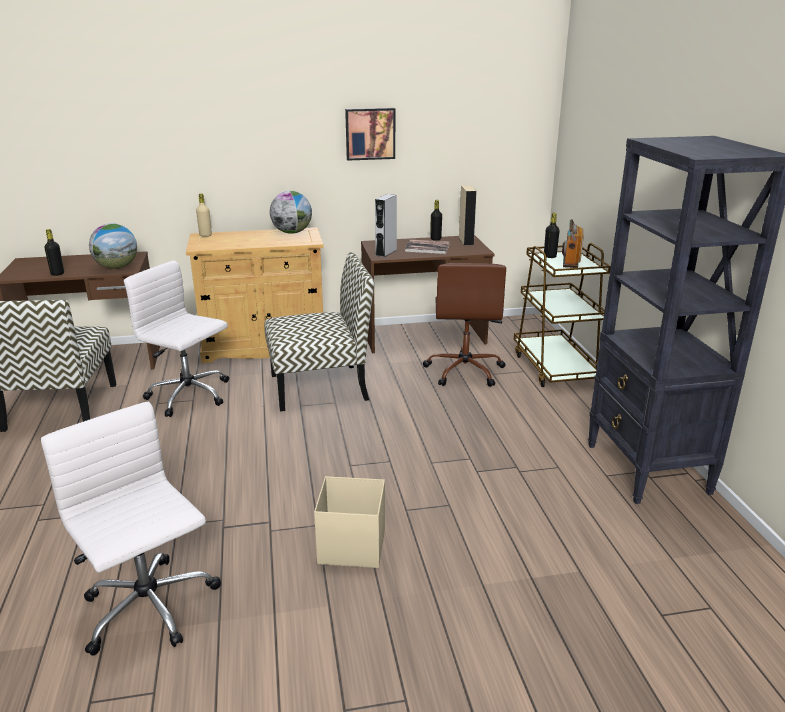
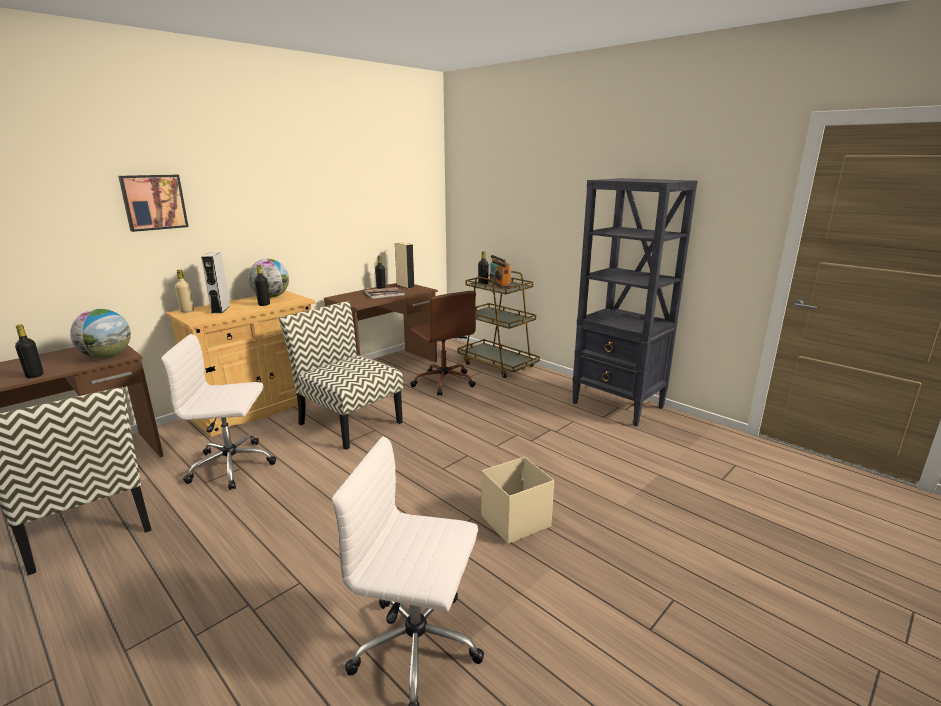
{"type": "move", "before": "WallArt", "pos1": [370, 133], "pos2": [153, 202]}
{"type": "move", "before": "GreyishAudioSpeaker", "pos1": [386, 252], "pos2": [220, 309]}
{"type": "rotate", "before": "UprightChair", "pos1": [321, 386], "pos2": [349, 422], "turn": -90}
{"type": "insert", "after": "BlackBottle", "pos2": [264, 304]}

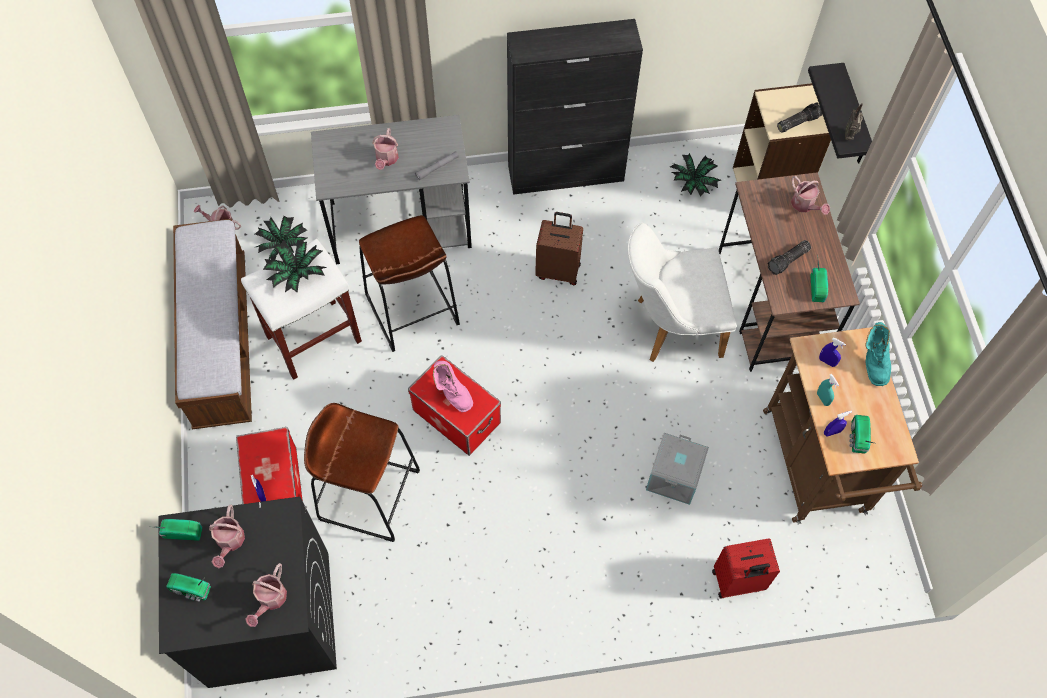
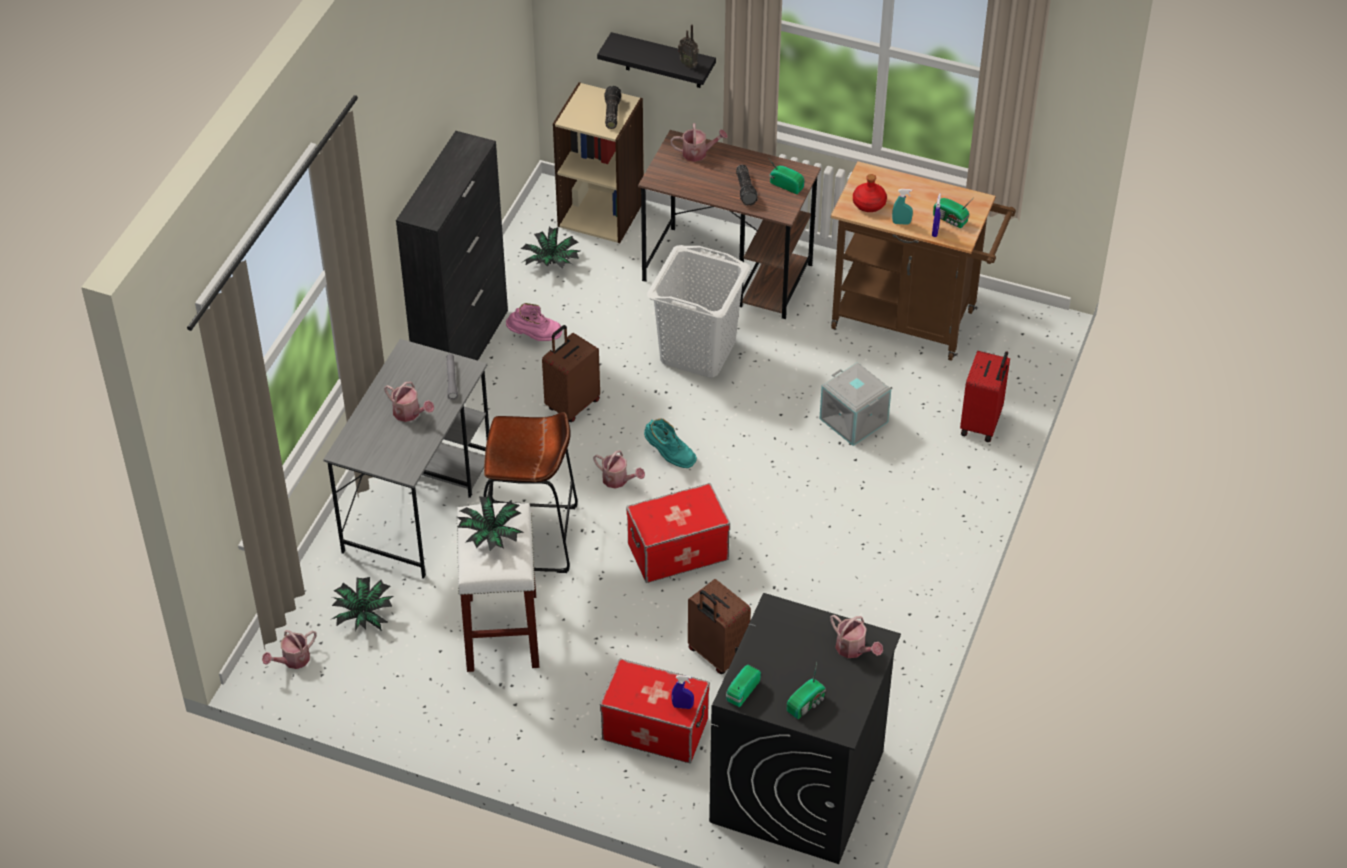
{"type": "delete", "before": "Bench", "pos1": [221, 340]}
{"type": "replace", "before": "WhiteUprightChair", "after": "WhiteWashingBasket", "pos1": [669, 326], "pos2": [697, 352]}
{"type": "move", "before": "TurquoiseHighTopBoot", "pos1": [873, 360], "pos2": [668, 455]}
{"type": "replace", "before": "BlueColouredHandSprayer", "after": "RedBottle", "pos1": [827, 361], "pos2": [869, 204]}
{"type": "move", "before": "PinkColouredHighTopBoot", "pos1": [452, 392], "pos2": [534, 336]}
{"type": "replace", "before": "BrownColouredStool", "after": "BrownColouredSuitcase", "pos1": [369, 494], "pos2": [716, 655]}
{"type": "move", "before": "WateringPot", "pos1": [230, 542], "pos2": [618, 480]}

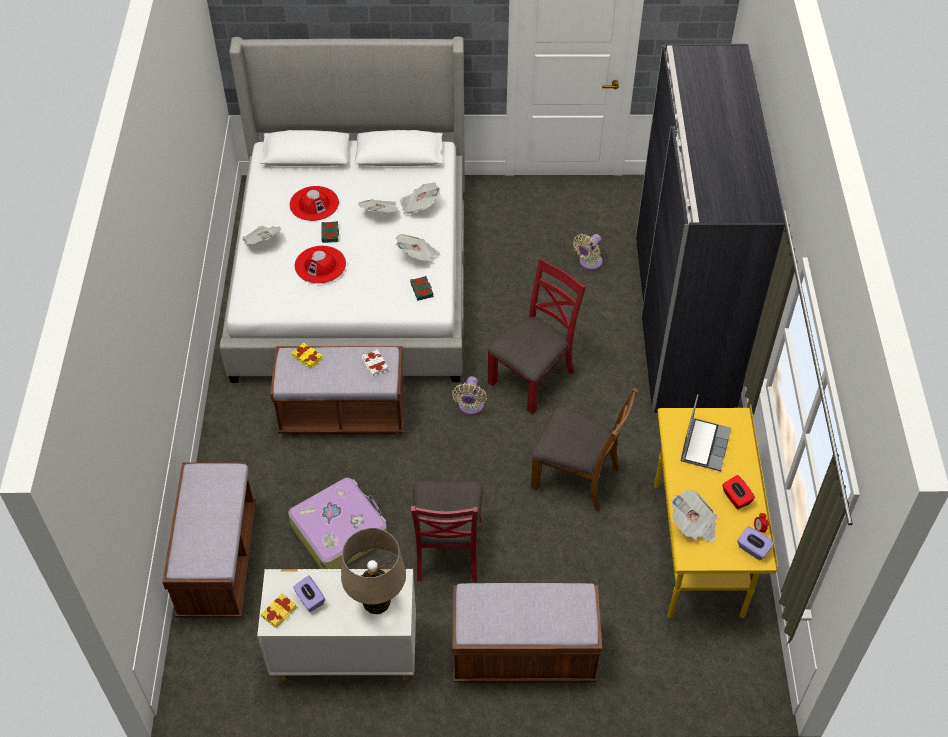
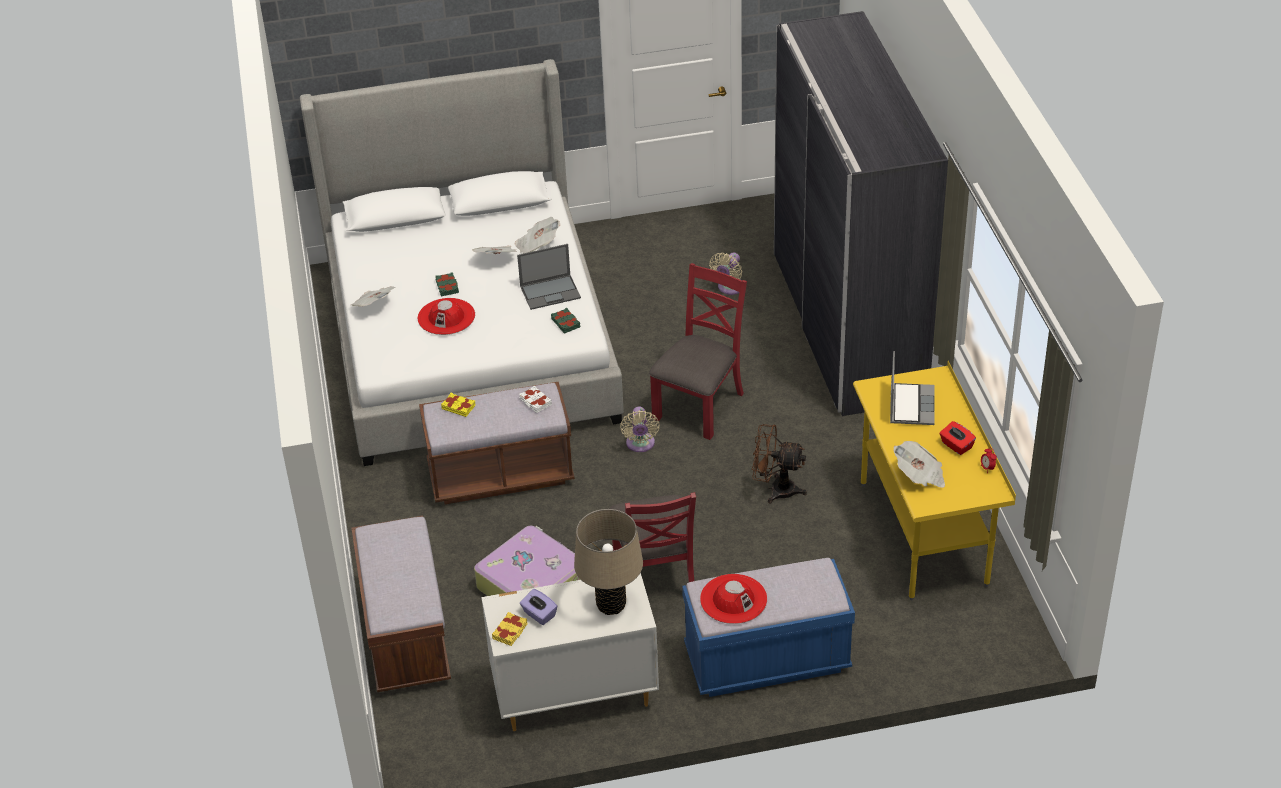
{"type": "move", "before": "RedClothingHat", "pos1": [314, 203], "pos2": [733, 599]}
{"type": "replace", "before": "DailyPaper", "after": "NotebookComputer", "pos1": [418, 255], "pos2": [551, 292]}
{"type": "replace", "before": "BrownColouredUprightChair", "after": "BrownColouredFan", "pos1": [577, 477], "pos2": [776, 489]}
{"type": "delete", "before": "PurpleTissueBox", "pos1": [753, 549]}
{"type": "recolor", "before": "BrownColouredBench", "after": "BlueColouredBench", "pos1": [523, 655], "pos2": [767, 660]}

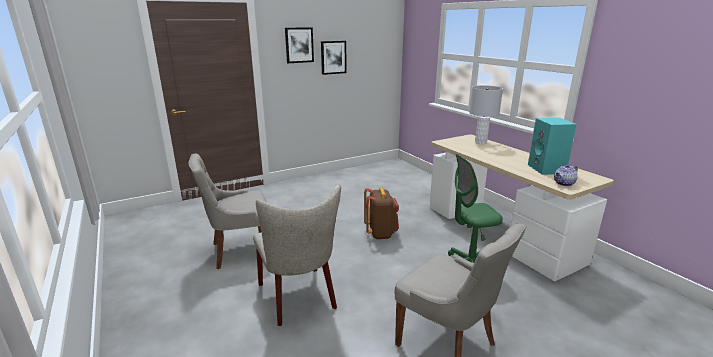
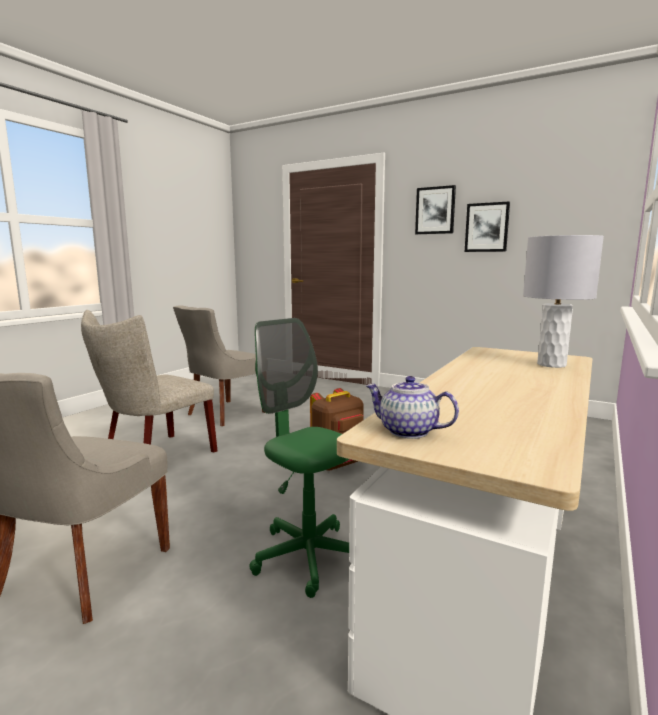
{"type": "delete", "before": "TurquoiseAudioSpeaker", "pos1": [547, 169]}
{"type": "rotate", "before": "GreyishUprightChair", "pos1": [239, 251], "pos2": [224, 413], "turn": -90}

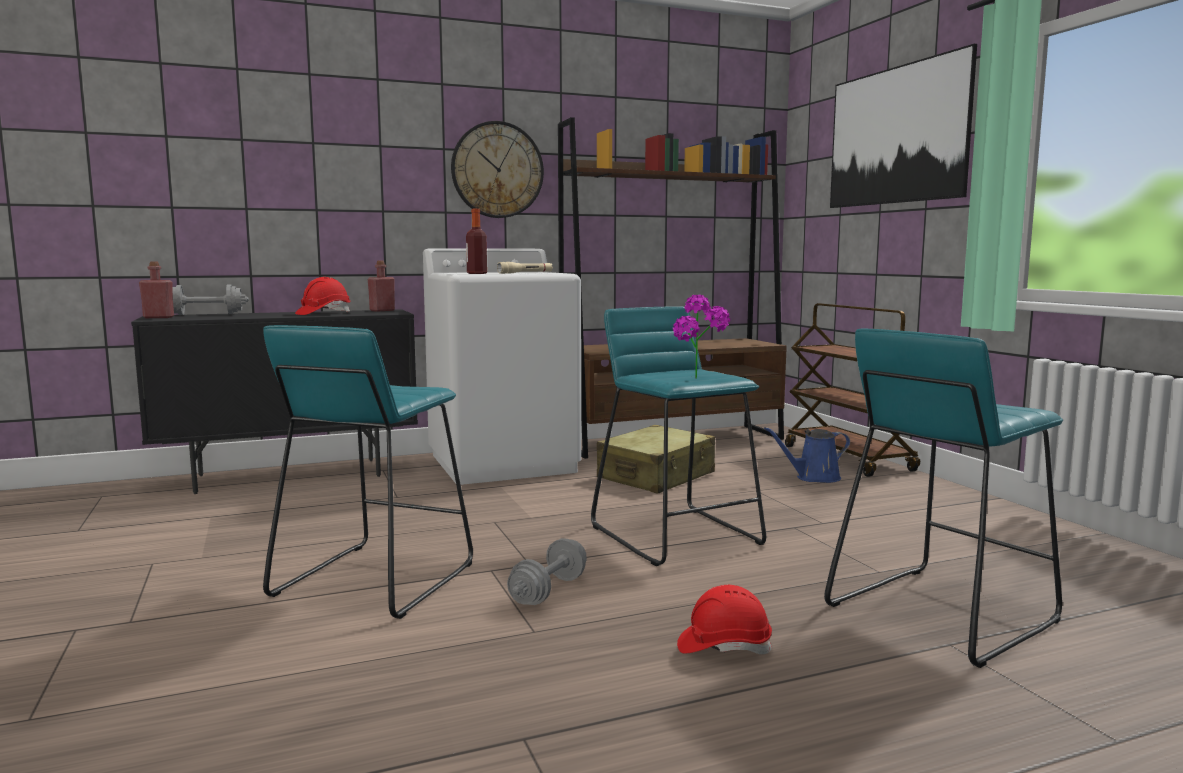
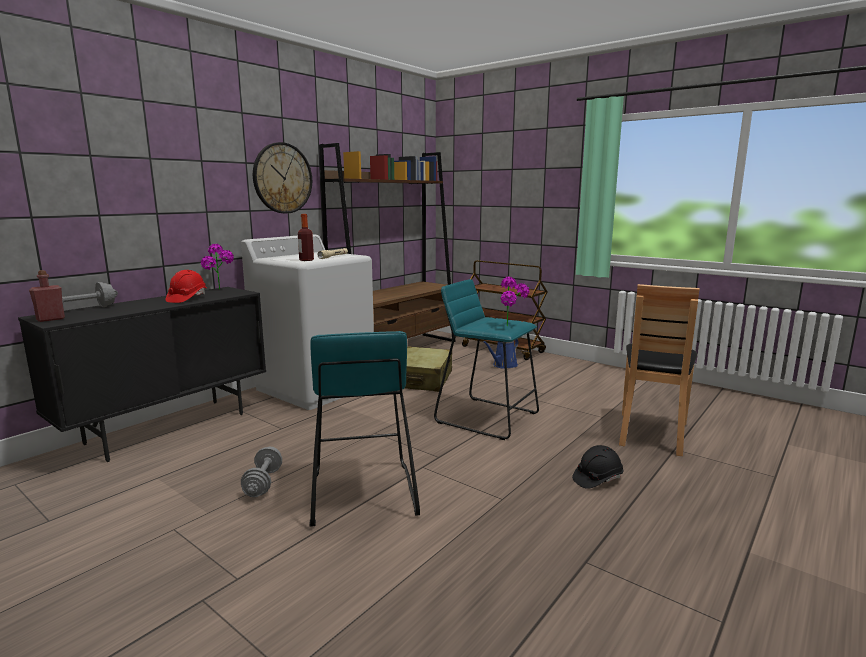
{"type": "delete", "before": "WallArt", "pos1": [896, 135]}
{"type": "replace", "before": "RedBottle", "after": "PlantInAPot", "pos1": [382, 310], "pos2": [221, 290]}
{"type": "replace", "before": "TurquoiseStool", "after": "BrownColouredUprightChair", "pos1": [940, 612], "pos2": [651, 433]}
{"type": "move", "before": "GreyishDumbbell", "pos1": [548, 591], "pos2": [263, 483]}
{"type": "recolor", "before": "RedSafetyHelmet", "after": "BlackSafetyHelmet", "pos1": [723, 647], "pos2": [597, 479]}

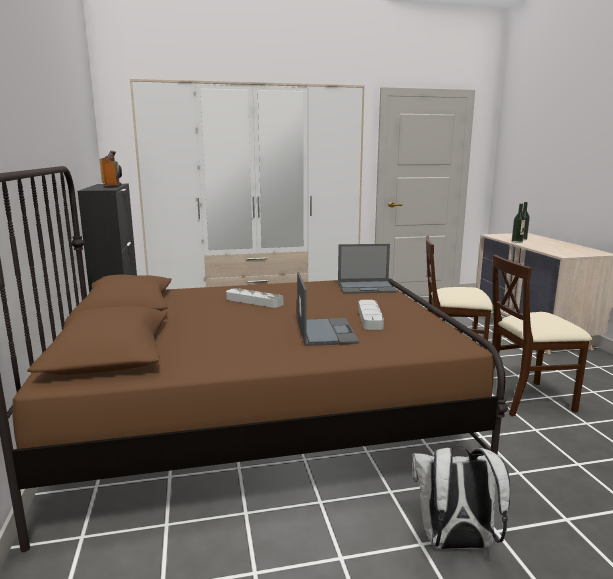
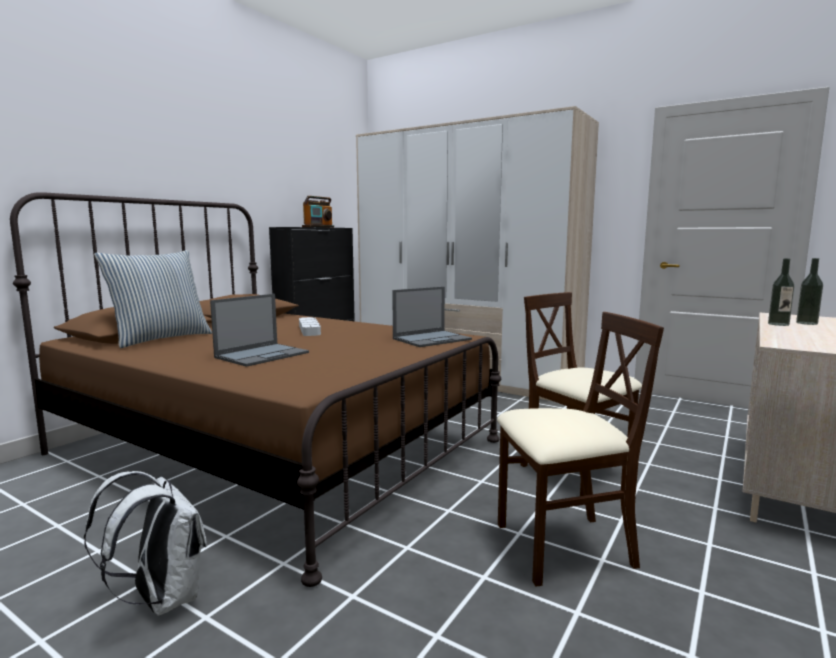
{"type": "rotate", "before": "NotebookComputer", "pos1": [367, 287], "pos2": [432, 339], "turn": -75}
{"type": "rotate", "before": "BeigeUprightChair", "pos1": [527, 399], "pos2": [563, 547], "turn": 135}
{"type": "delete", "before": "GreyishTray", "pos1": [370, 318]}
{"type": "insert", "after": "Cushion", "pos2": [160, 339]}

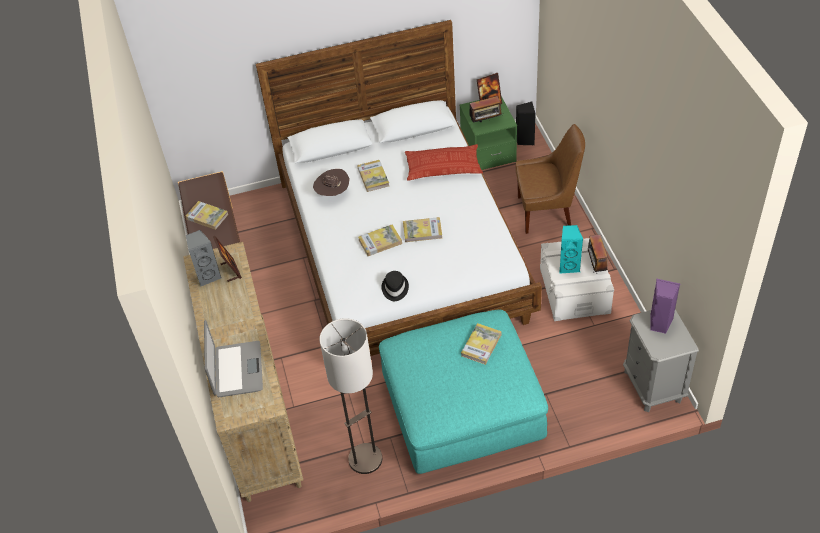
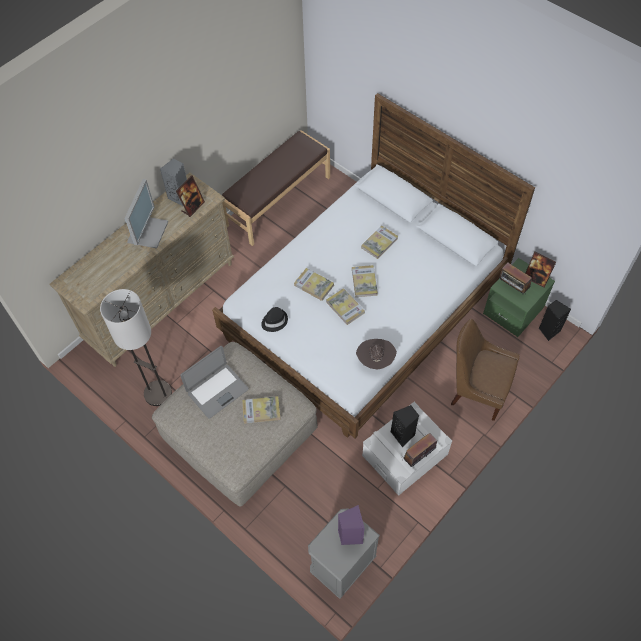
{"type": "rotate", "before": "BrownColouredUprightChair", "pos1": [547, 212], "pos2": [476, 390], "turn": 150}
{"type": "delete", "before": "Cushion", "pos1": [443, 167]}
{"type": "move", "before": "BrownColouredClothingHat", "pos1": [332, 193], "pos2": [375, 360]}
{"type": "move", "before": "Book", "pos1": [207, 216], "pos2": [364, 282]}
{"type": "recolor", "before": "TurquoiseAudioSpeaker", "after": "BlackAudioSpeaker", "pos1": [569, 266], "pos2": [403, 435]}
{"type": "recolor", "before": "TurquoiseFootrest", "after": "BeigeFootrest", "pos1": [462, 406], "pos2": [239, 432]}
{"type": "move", "before": "NotebookComputer", "pos1": [237, 370], "pos2": [217, 390]}
{"type": "insert", "after": "ComputerDisplay", "pos2": [147, 231]}

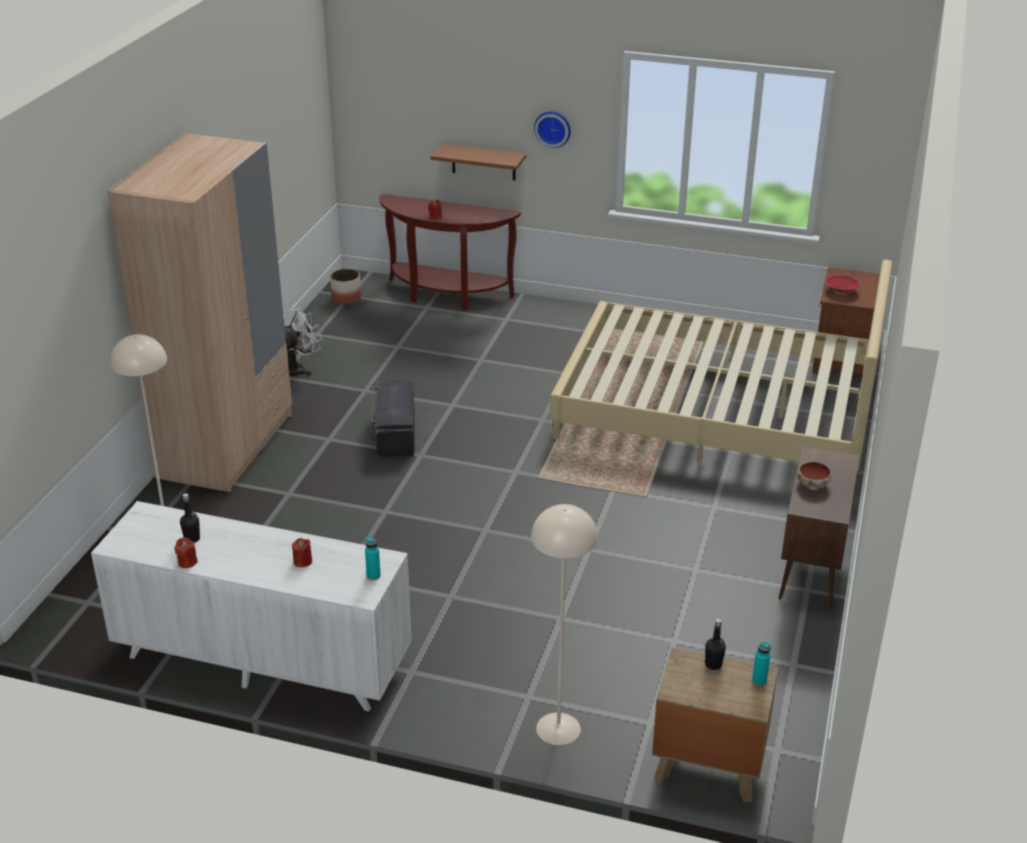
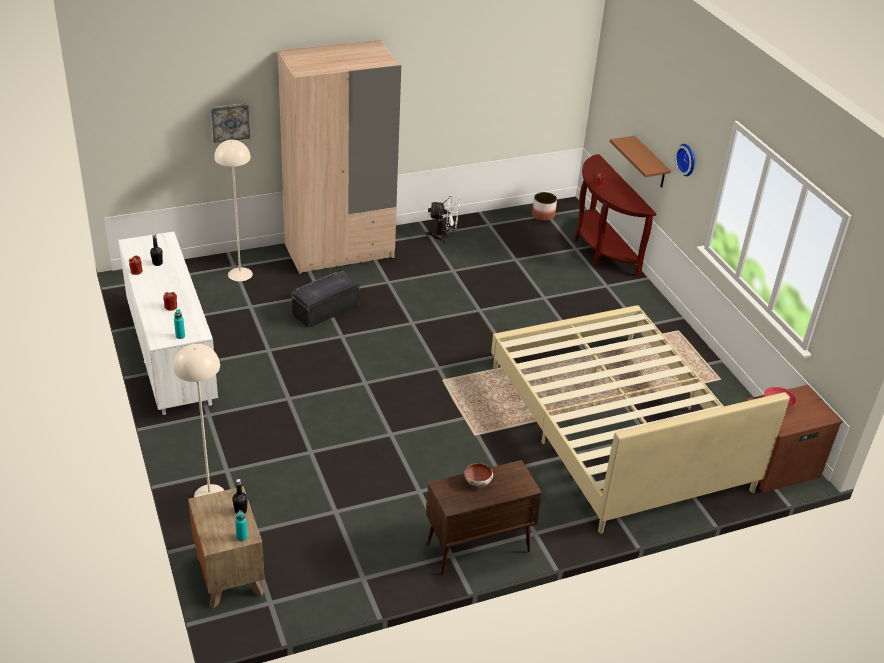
{"type": "move", "before": "BlackStorageBox", "pos1": [395, 433], "pos2": [325, 309]}
{"type": "insert", "after": "WallArt", "pos2": [229, 122]}

